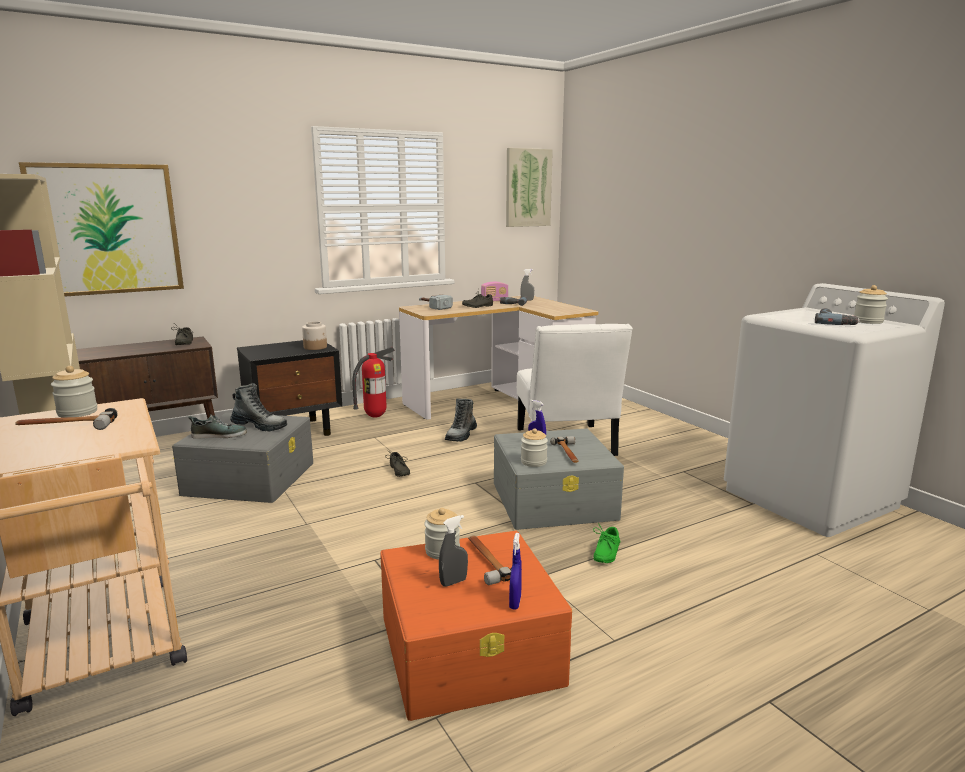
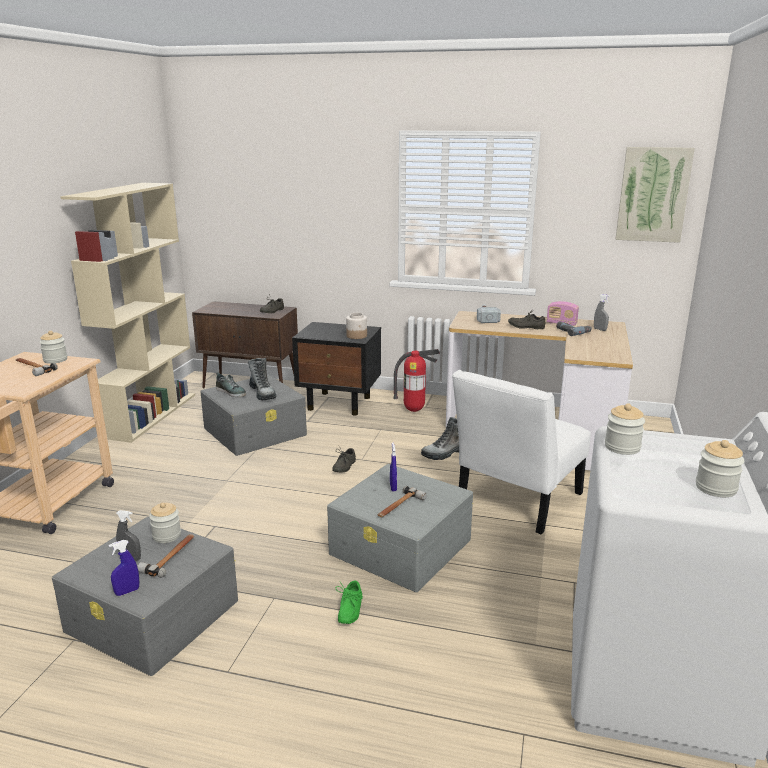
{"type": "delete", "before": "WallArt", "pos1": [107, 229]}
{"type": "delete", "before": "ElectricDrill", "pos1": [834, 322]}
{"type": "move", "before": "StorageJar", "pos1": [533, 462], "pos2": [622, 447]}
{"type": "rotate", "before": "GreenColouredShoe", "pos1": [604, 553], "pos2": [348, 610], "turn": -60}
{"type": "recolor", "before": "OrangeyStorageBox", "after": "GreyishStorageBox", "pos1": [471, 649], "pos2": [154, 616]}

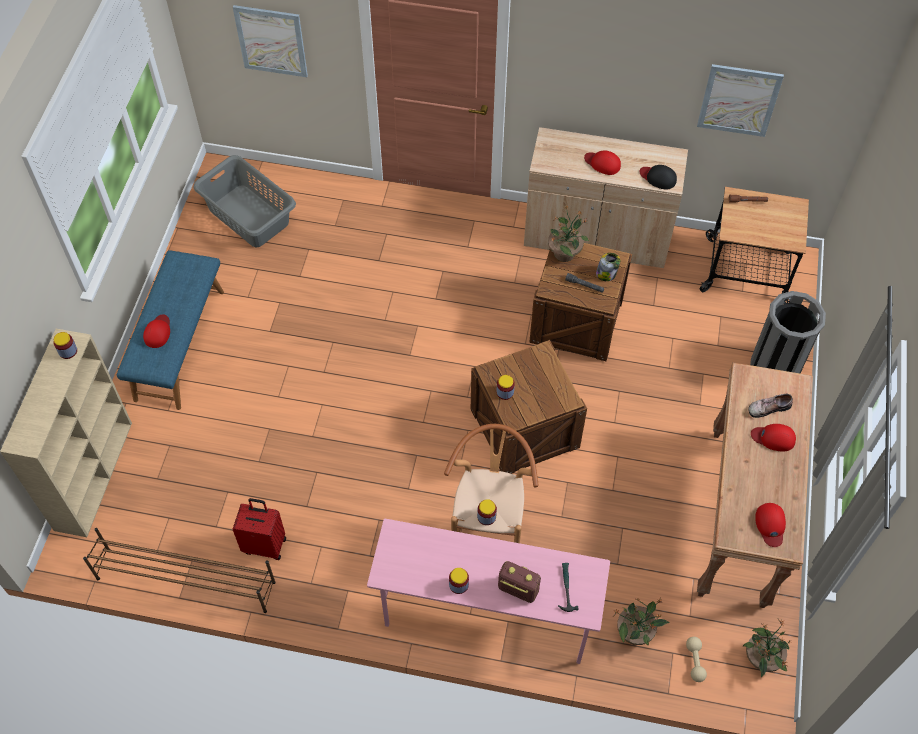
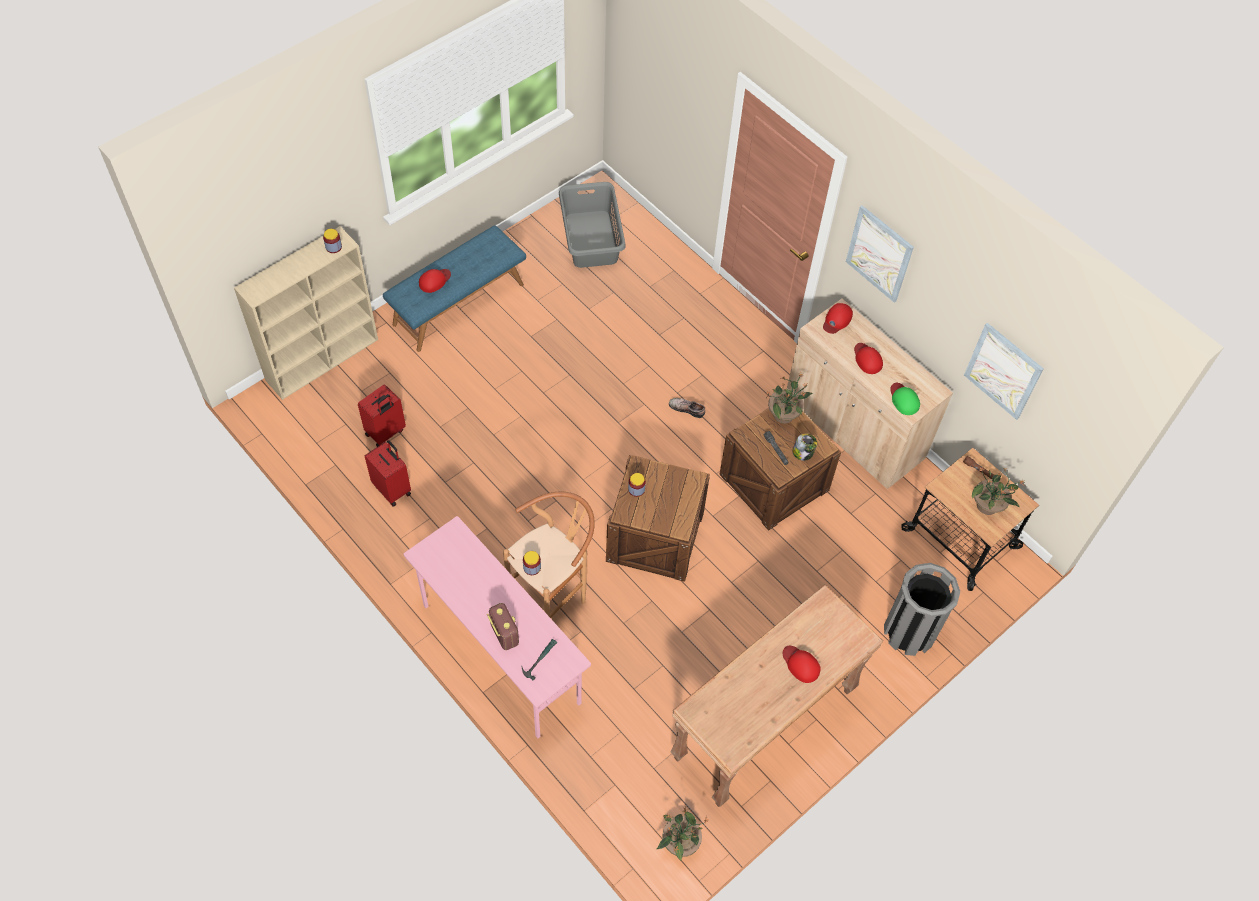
{"type": "move", "before": "WallArt", "pos1": [271, 41], "pos2": [879, 253]}
{"type": "recolor", "before": "BlackBaseballCap", "after": "GreenColouredBaseballCap", "pos1": [658, 178], "pos2": [903, 399]}
{"type": "move", "before": "Shoe", "pos1": [768, 407], "pos2": [687, 408]}
{"type": "move", "before": "RedBaseballCap", "pos1": [770, 525], "pos2": [837, 320]}
{"type": "delete", "before": "BrownColouredShoeShelf", "pos1": [185, 580]}
{"type": "delete", "before": "StorageJar", "pos1": [458, 584]}
{"type": "move", "before": "PlantInAPot", "pos1": [635, 632], "pos2": [988, 506]}
{"type": "delete", "before": "BeigeDumbbell", "pos1": [695, 661]}
{"type": "insert", "after": "RedSuitcase", "pos2": [386, 433]}

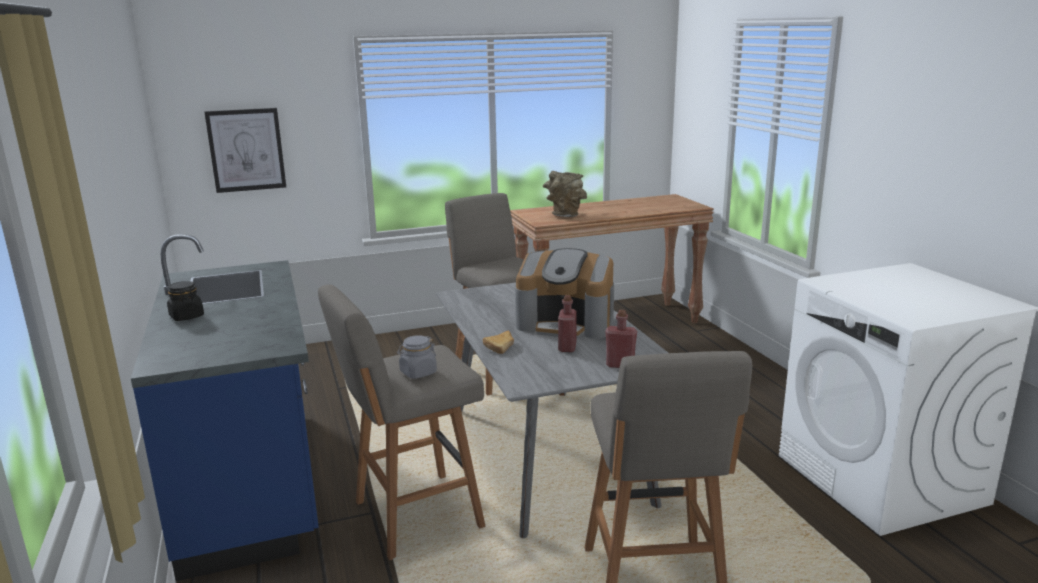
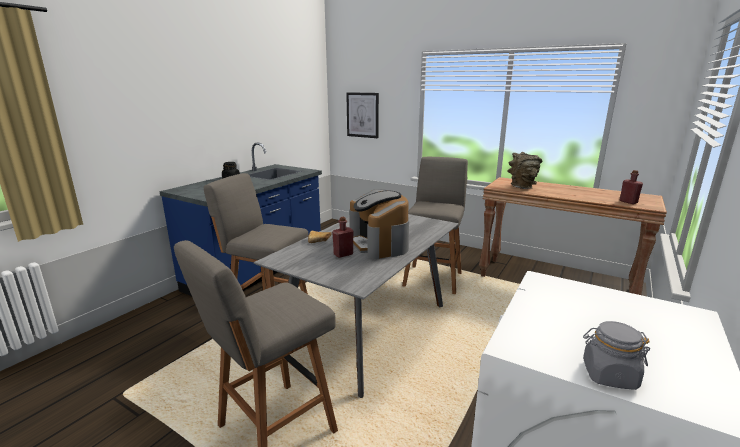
{"type": "move", "before": "RedBottle", "pos1": [620, 365], "pos2": [628, 202]}
{"type": "move", "before": "GreyishStorageJar", "pos1": [418, 373], "pos2": [609, 375]}

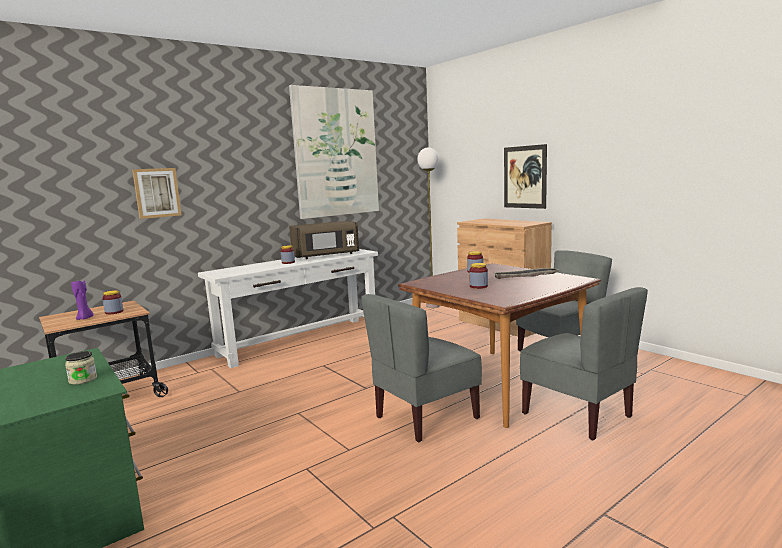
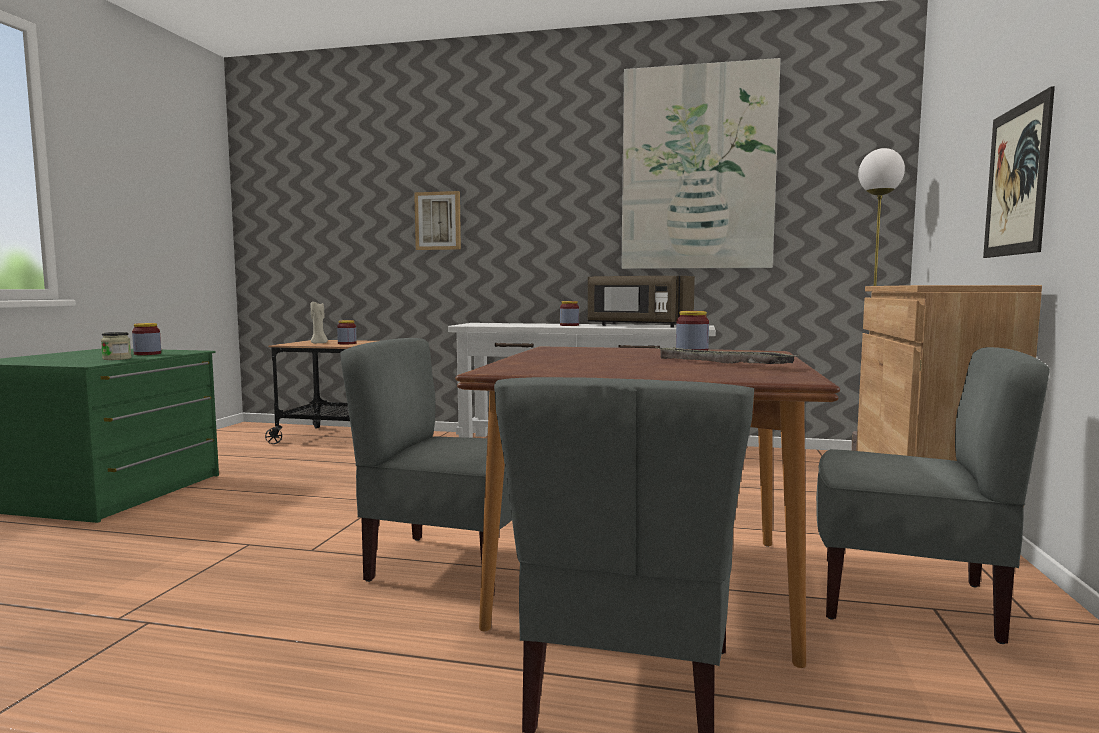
{"type": "move", "before": "StorageJar", "pos1": [478, 286], "pos2": [147, 354]}
{"type": "recolor", "before": "PurpleWaxLight", "after": "BeigeWaxLight", "pos1": [85, 318], "pos2": [319, 343]}

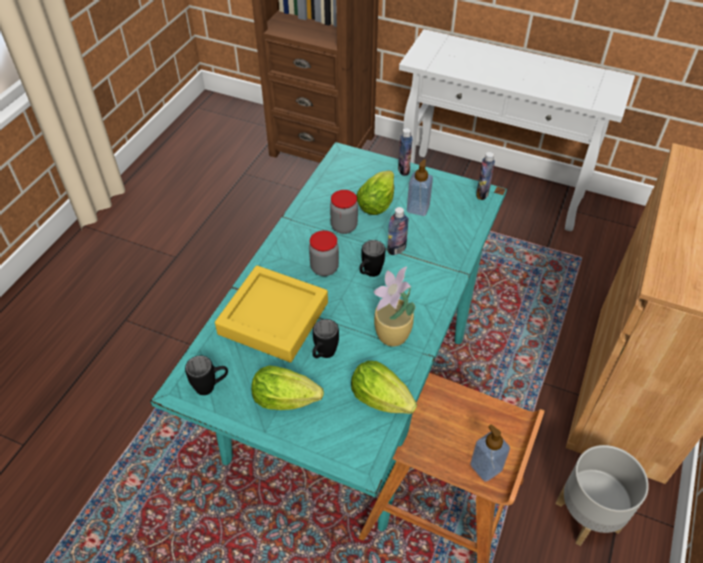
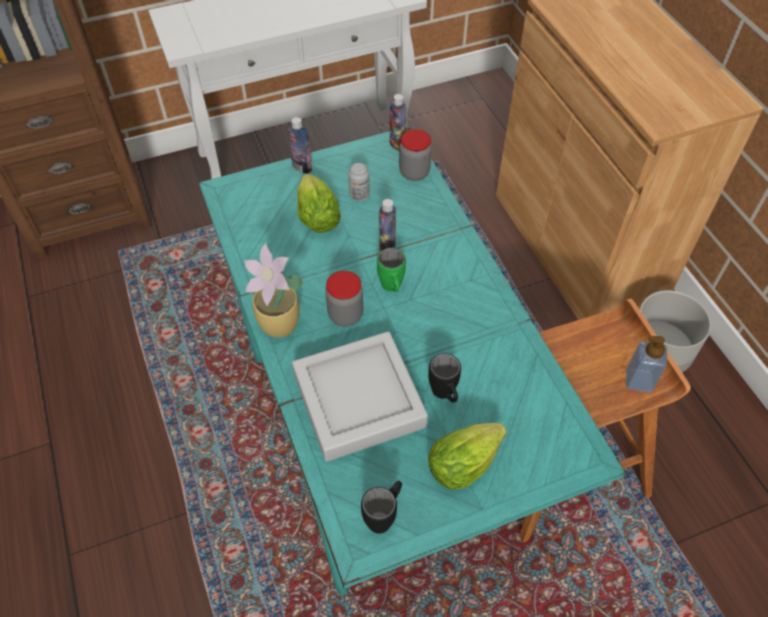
{"type": "replace", "before": "SoapBottle", "after": "SealedCan", "pos1": [418, 208], "pos2": [359, 195]}
{"type": "move", "before": "StorageJar", "pos1": [344, 226], "pos2": [414, 172]}
{"type": "recolor", "before": "BlackCoffeeMug", "after": "GreenColouredCoffeeMug", "pos1": [369, 274], "pos2": [392, 289]}
{"type": "recolor", "before": "YellowishTray", "after": "GreyishTray", "pos1": [273, 318], "pos2": [359, 400]}
{"type": "move", "before": "PlantInAPot", "pos1": [392, 336], "pos2": [280, 326]}
{"type": "delete", "before": "HeadOfLettuce", "pos1": [384, 401]}

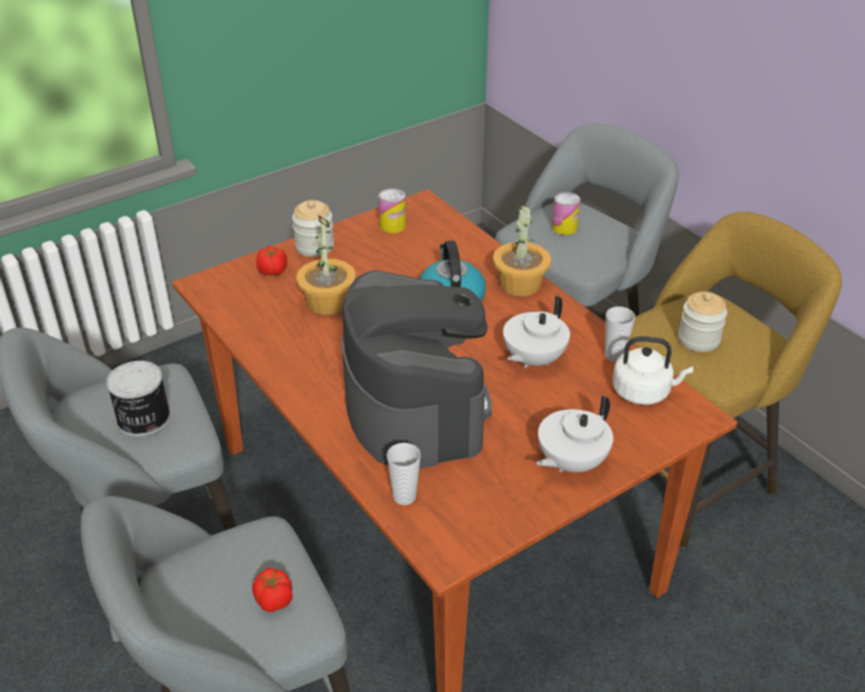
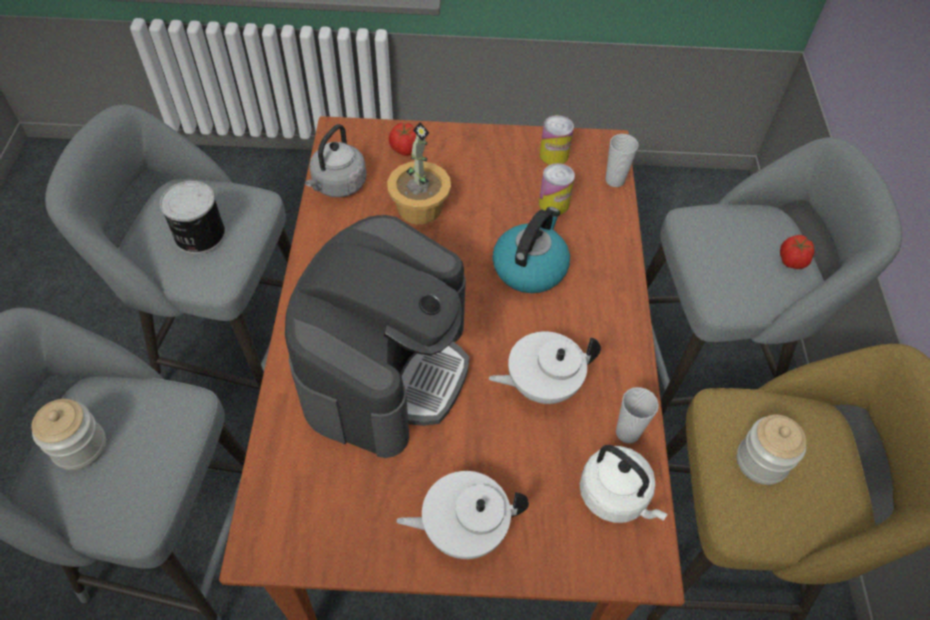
{"type": "move", "before": "SealedCan", "pos1": [564, 228], "pos2": [553, 203]}
{"type": "move", "before": "StorageJar", "pos1": [314, 246], "pos2": [80, 447]}
{"type": "delete", "before": "PlantInAPot", "pos1": [520, 284]}
{"type": "move", "before": "SmallCup", "pos1": [404, 496], "pos2": [614, 180]}
{"type": "move", "before": "FreshTomato", "pos1": [274, 601], "pos2": [791, 261]}
{"type": "insert", "after": "GreyishKettle", "pos2": [337, 185]}

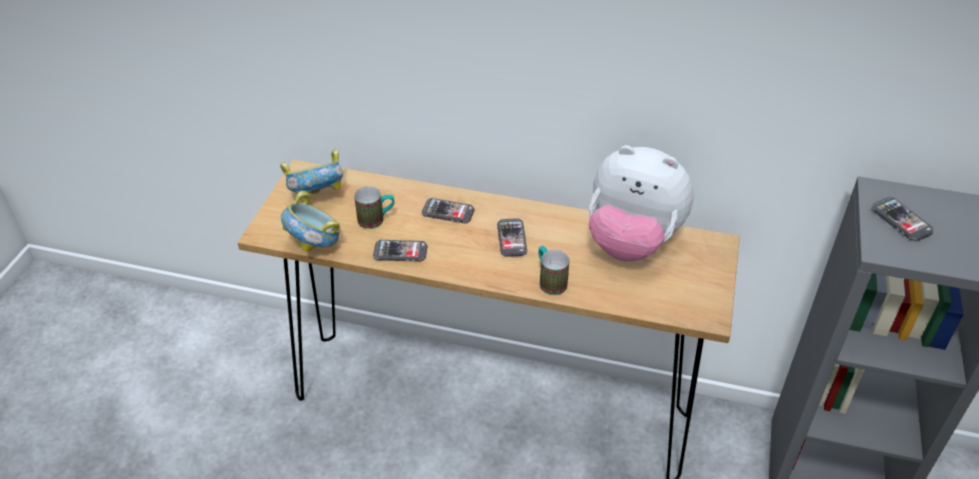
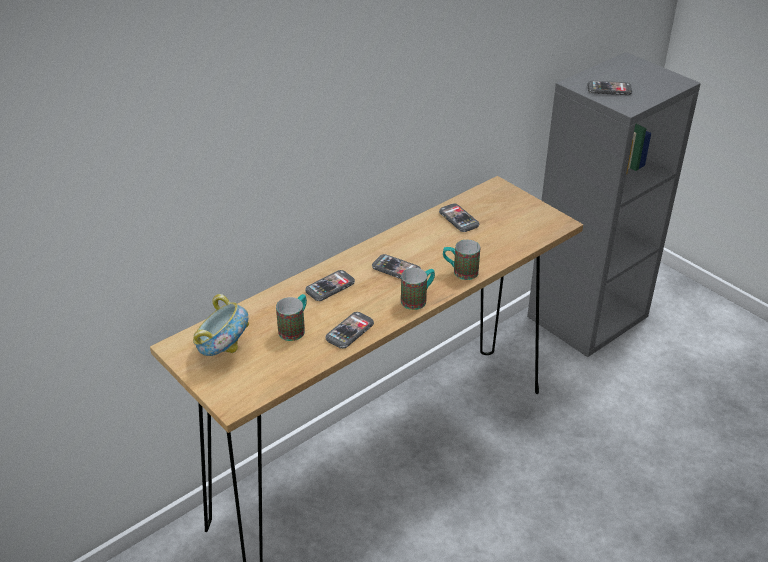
{"type": "replace", "before": "SoftToy", "after": "Telephone", "pos1": [632, 242], "pos2": [458, 219]}
{"type": "delete", "before": "ServingBowl", "pos1": [315, 245]}
{"type": "insert", "after": "CoffeeMug", "pos2": [418, 299]}

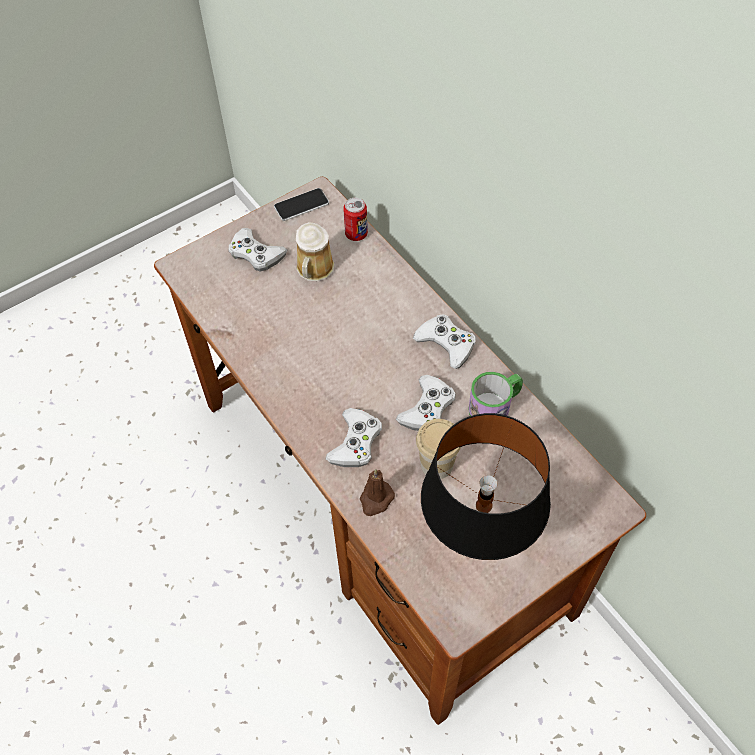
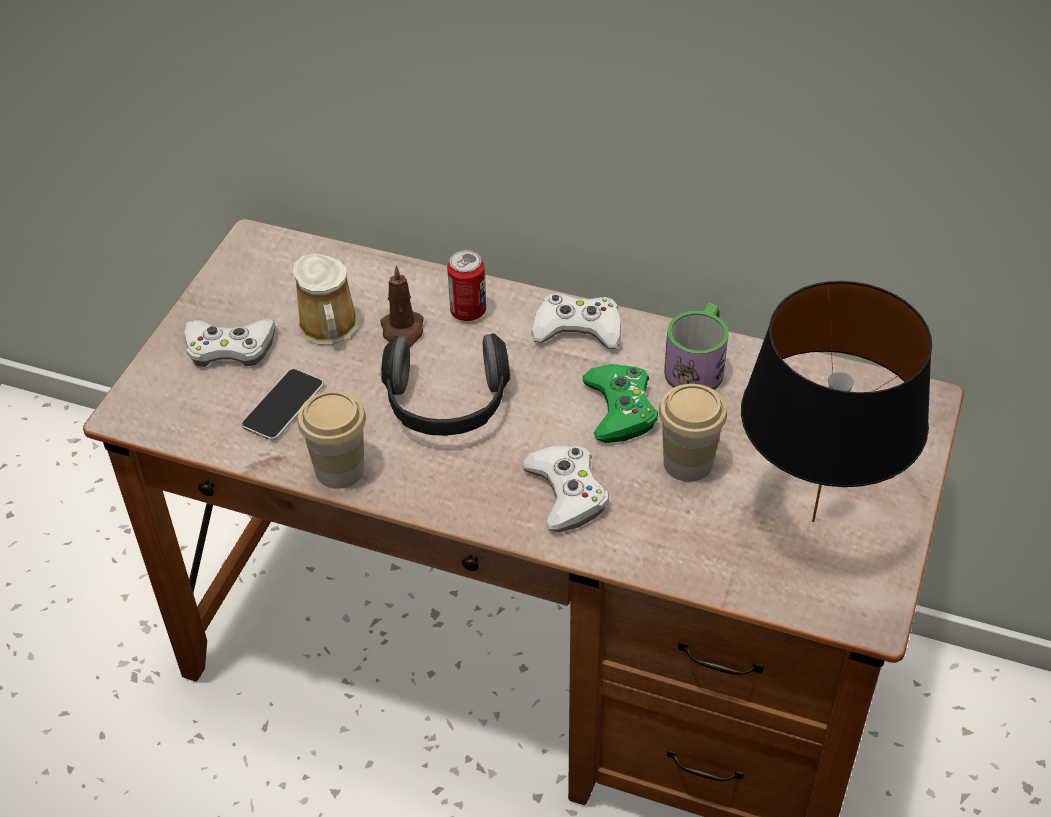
{"type": "move", "before": "Telephone", "pos1": [301, 205], "pos2": [283, 406]}
{"type": "move", "before": "SealedCan", "pos1": [356, 234], "pos2": [468, 311]}
{"type": "recolor", "before": "WhiteGamepad", "after": "GreenColouredGamepad", "pos1": [427, 408], "pos2": [620, 409]}
{"type": "move", "before": "BrownColouredWaxLight", "pos1": [376, 499], "pos2": [403, 331]}
{"type": "insert", "after": "PairOfHeadphones", "pos2": [447, 406]}
{"type": "insert", "after": "SmallCup", "pos2": [339, 469]}

